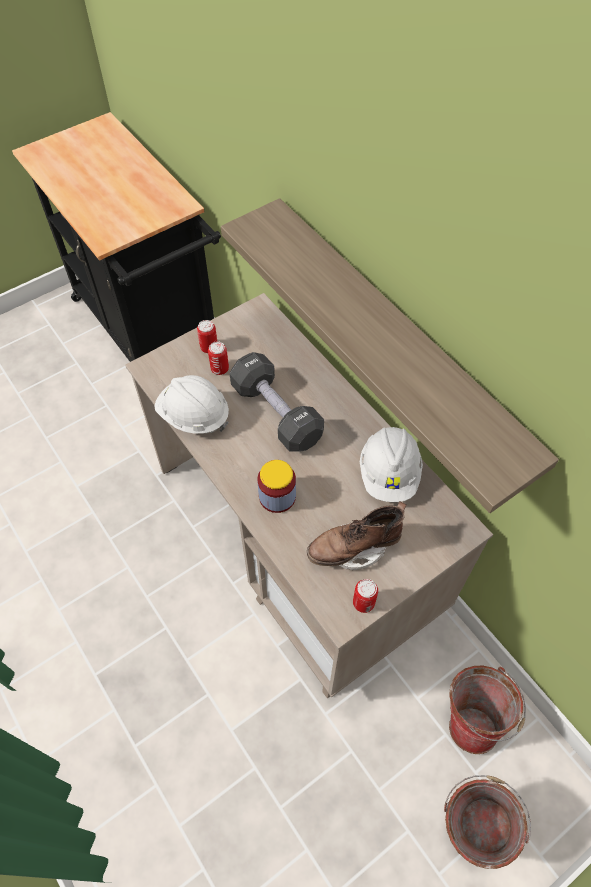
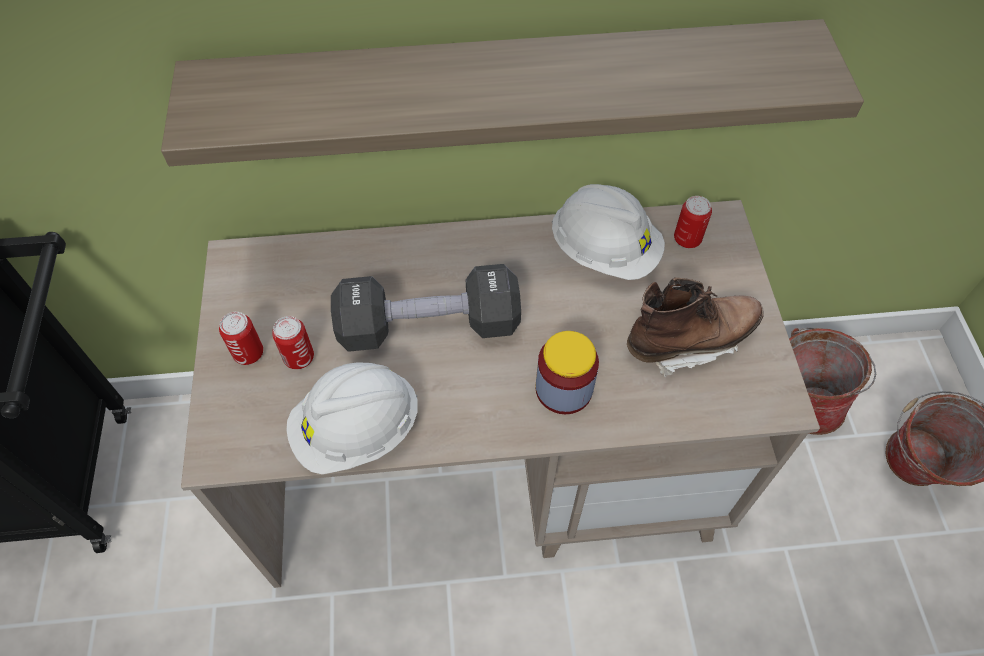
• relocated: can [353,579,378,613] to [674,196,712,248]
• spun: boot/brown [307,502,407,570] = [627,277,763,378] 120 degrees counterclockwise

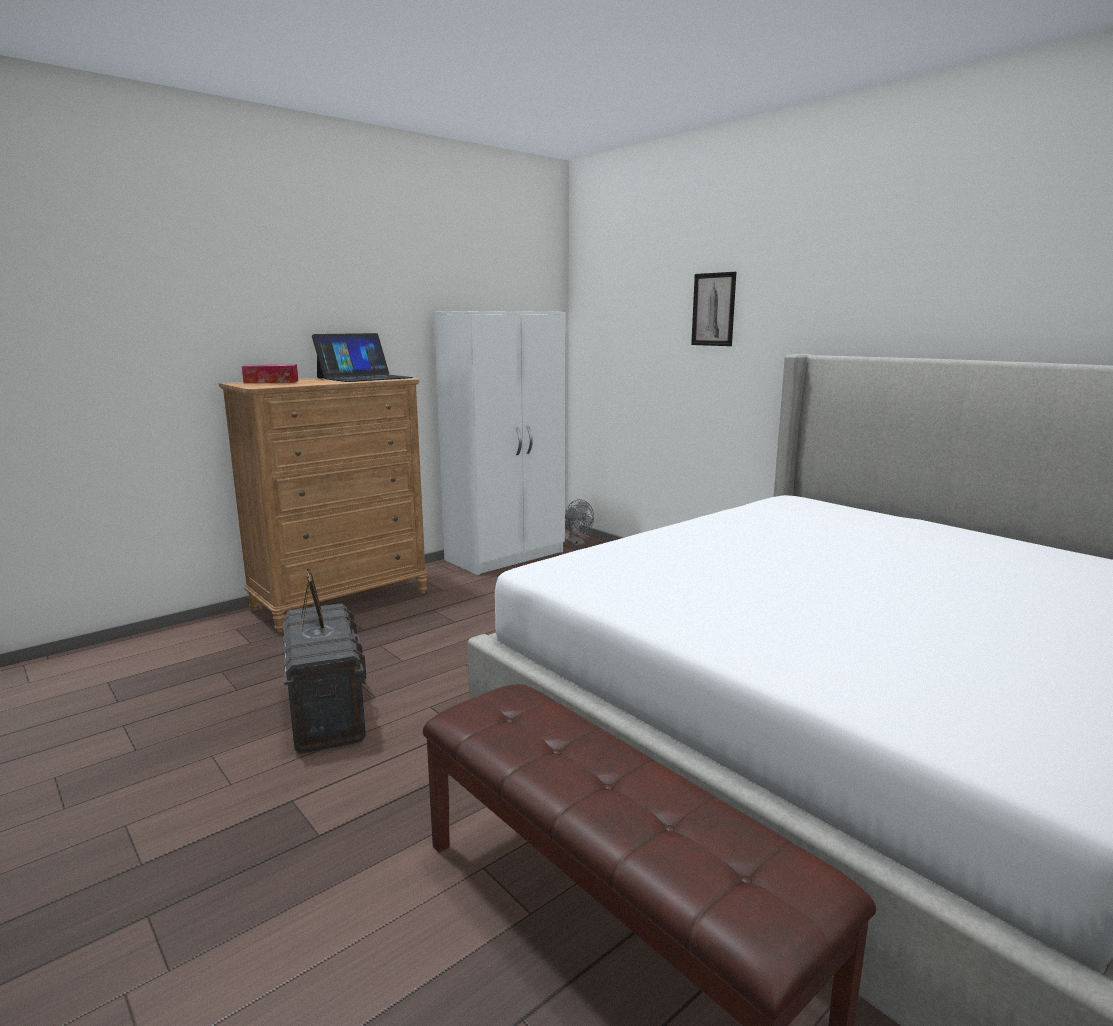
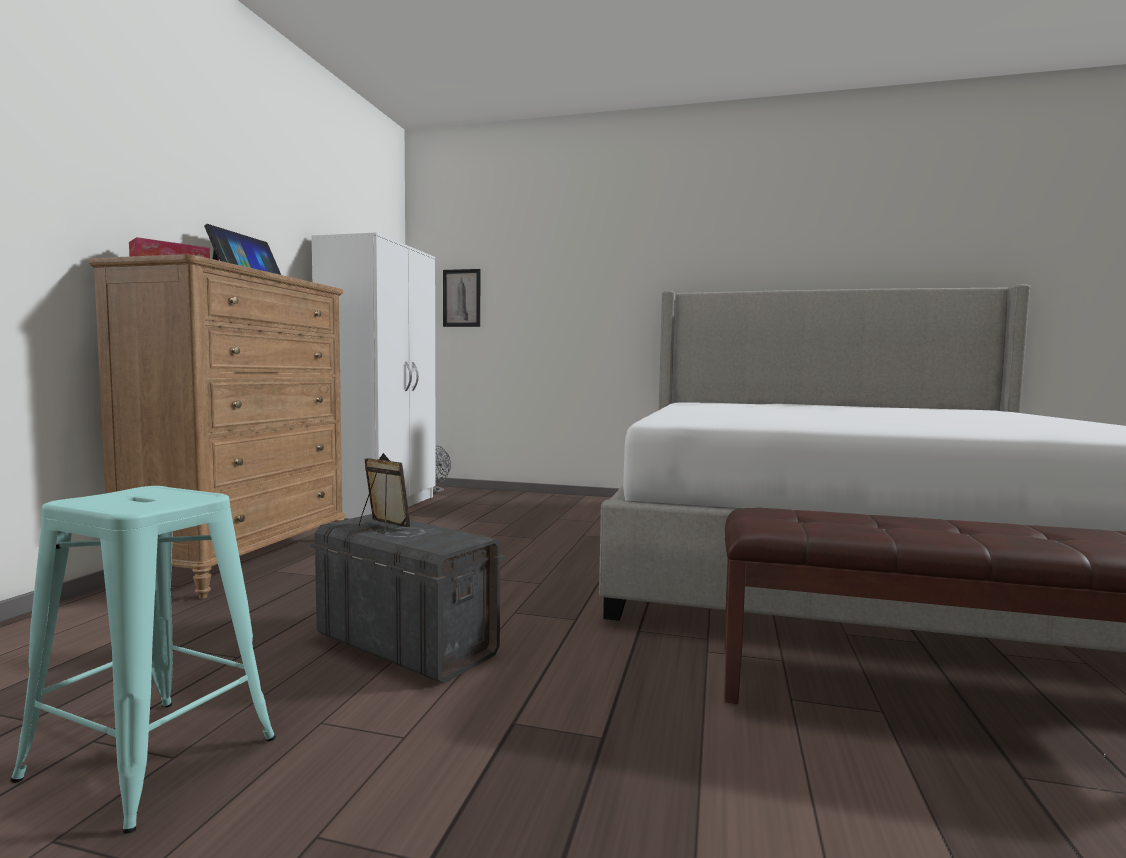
• appeared: stool/turquoise [10,486,276,834]
• relocated: picture [691,272,736,346] to [443,269,480,327]

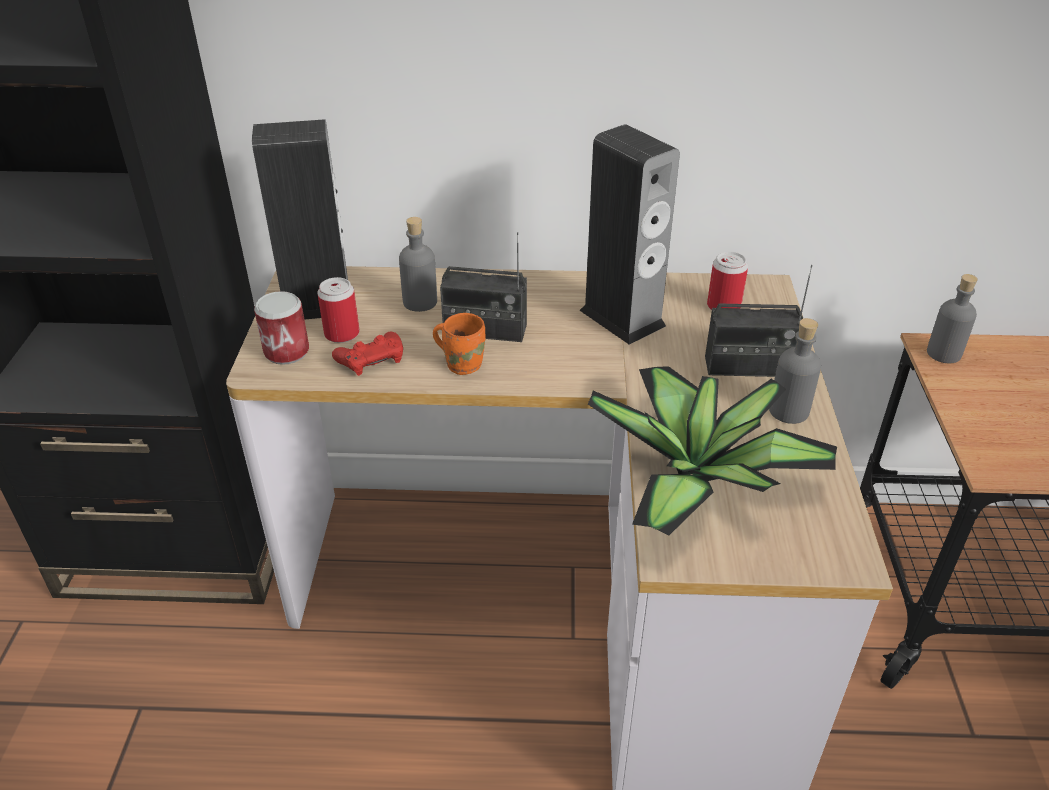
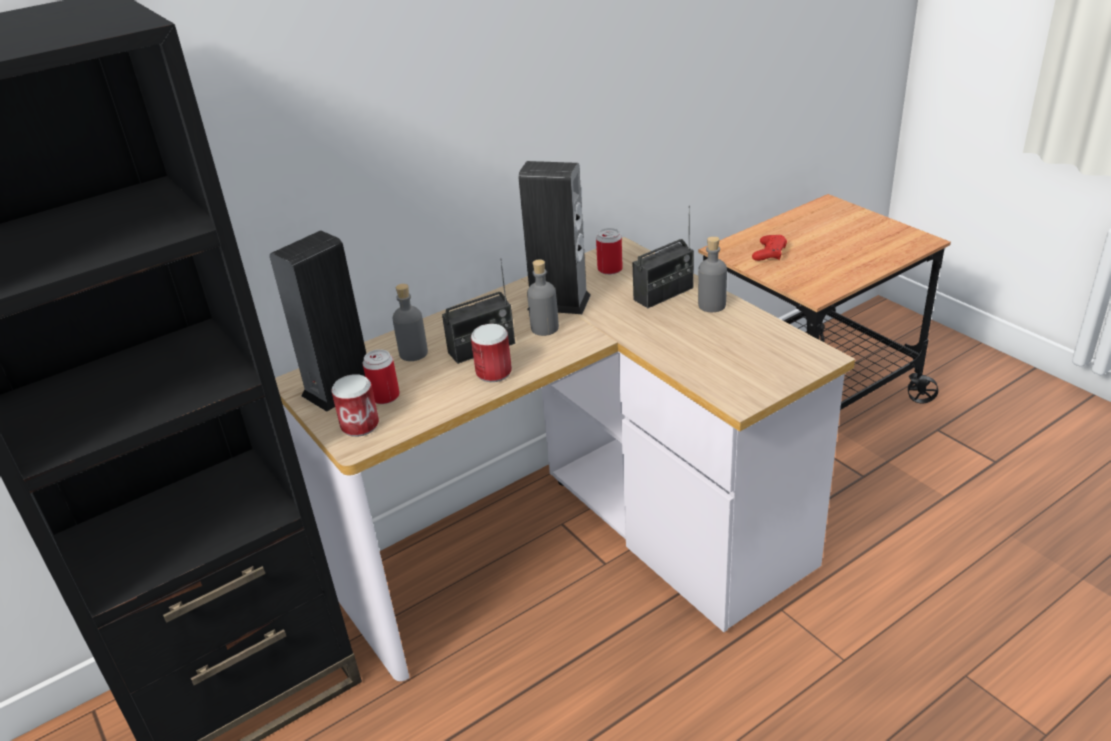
• missing: potted plant [588,366,837,535]
• relocated: game controller/red [332,331,403,376] to [752,235,787,261]
• relocated: bottle/grey [927,274,978,363] to [527,259,559,336]
• exchanged: mug/orange [433,313,485,375] to can [471,324,512,382]

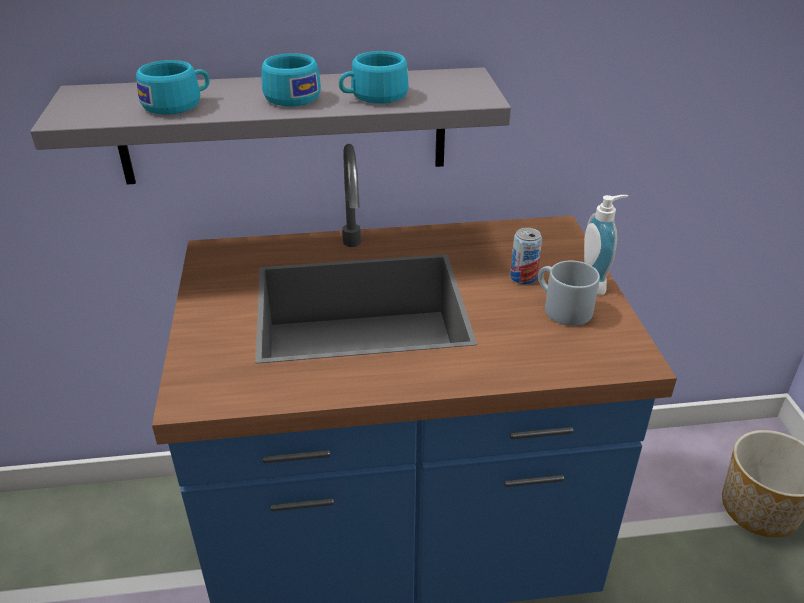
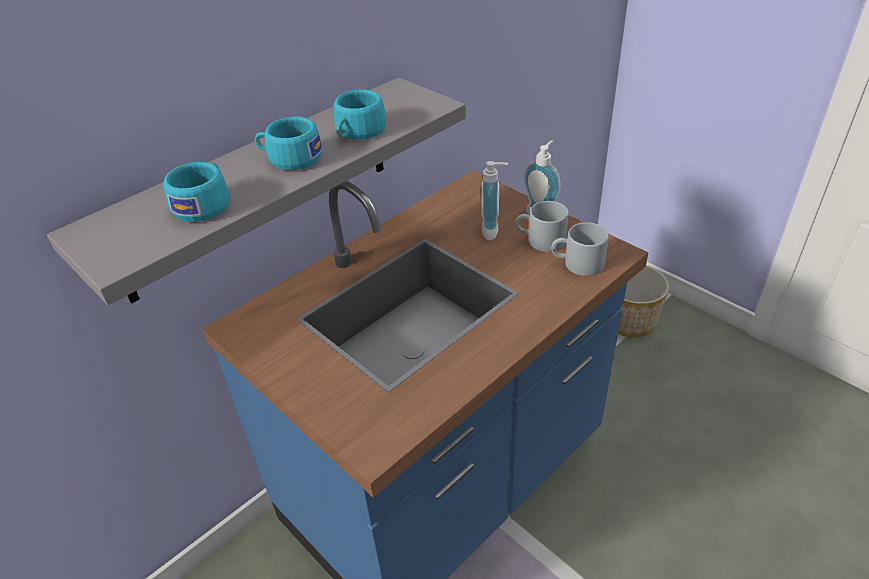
• appeared: mug/grey [551,222,609,276]
• exchanged: can [510,227,542,284] to soap dispenser [481,161,508,240]

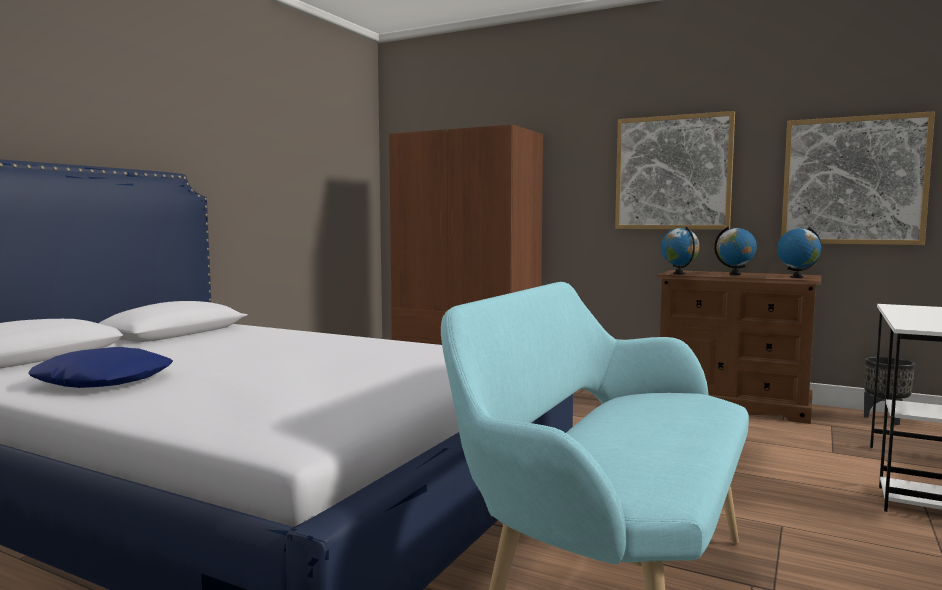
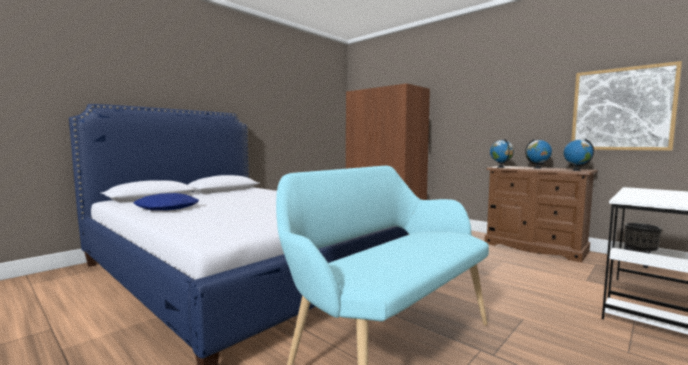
• missing: picture [615,111,735,230]

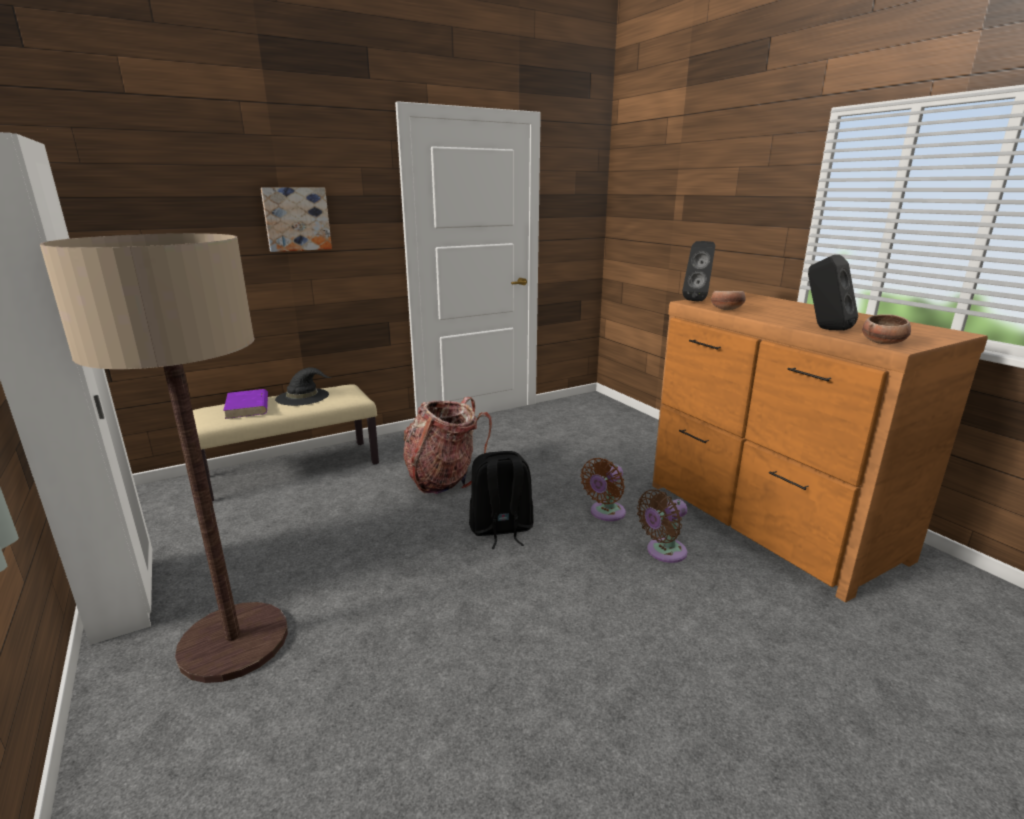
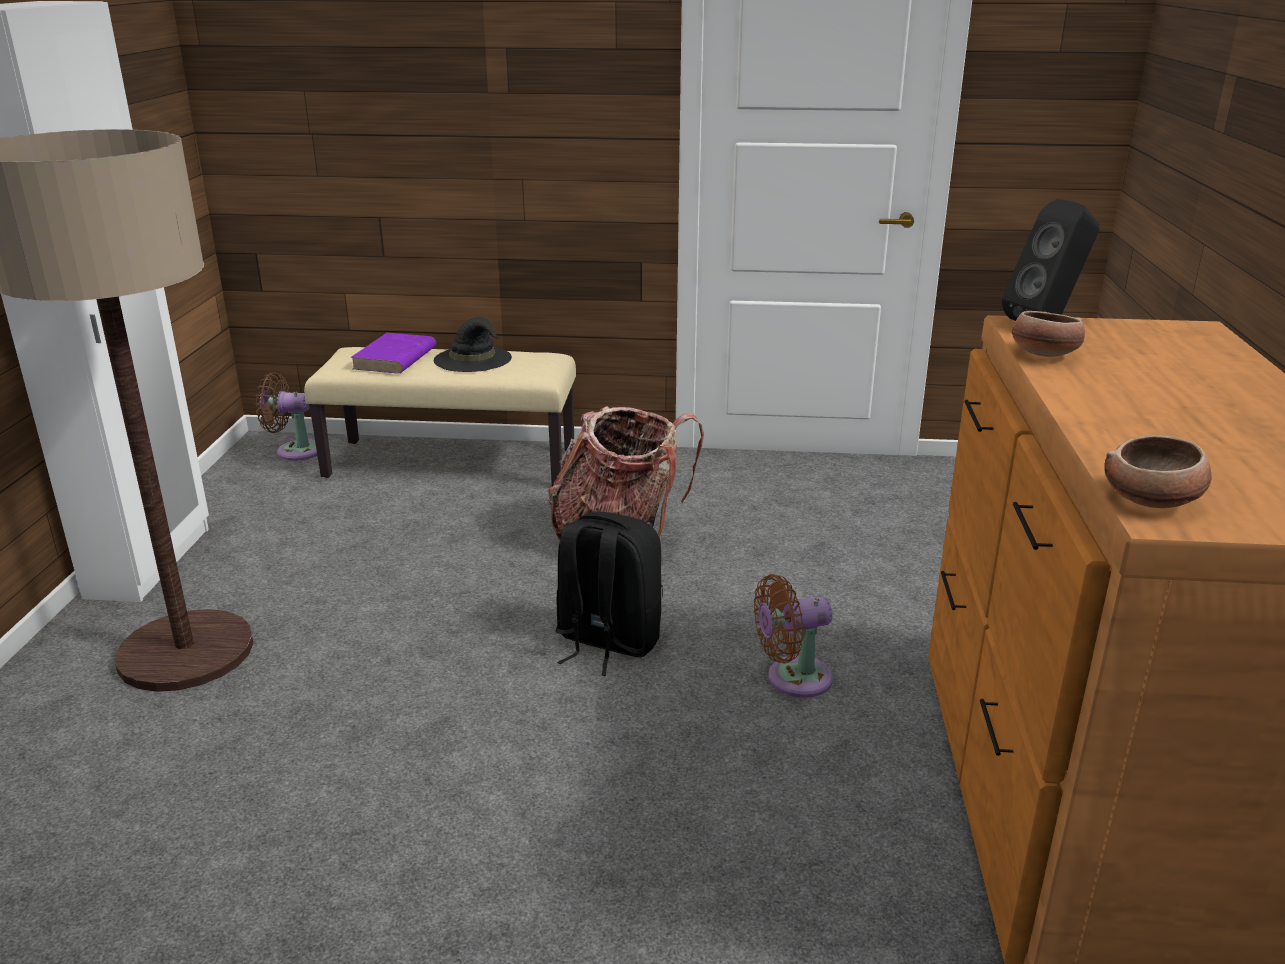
• missing: picture [261,187,332,252]
• missing: speaker/black [808,255,858,330]
• relocated: fan/brown [637,489,687,563] to [255,372,317,461]

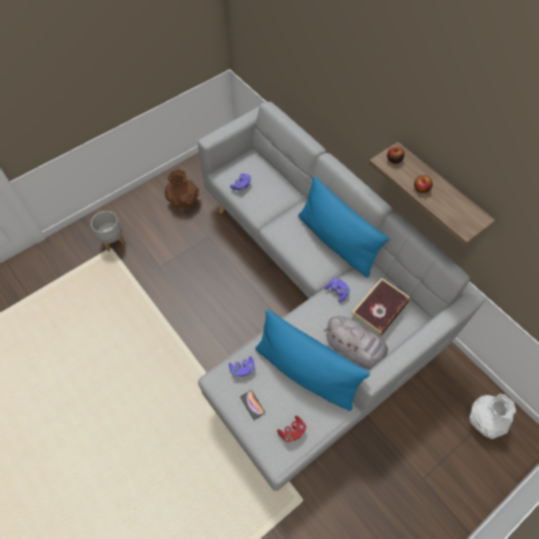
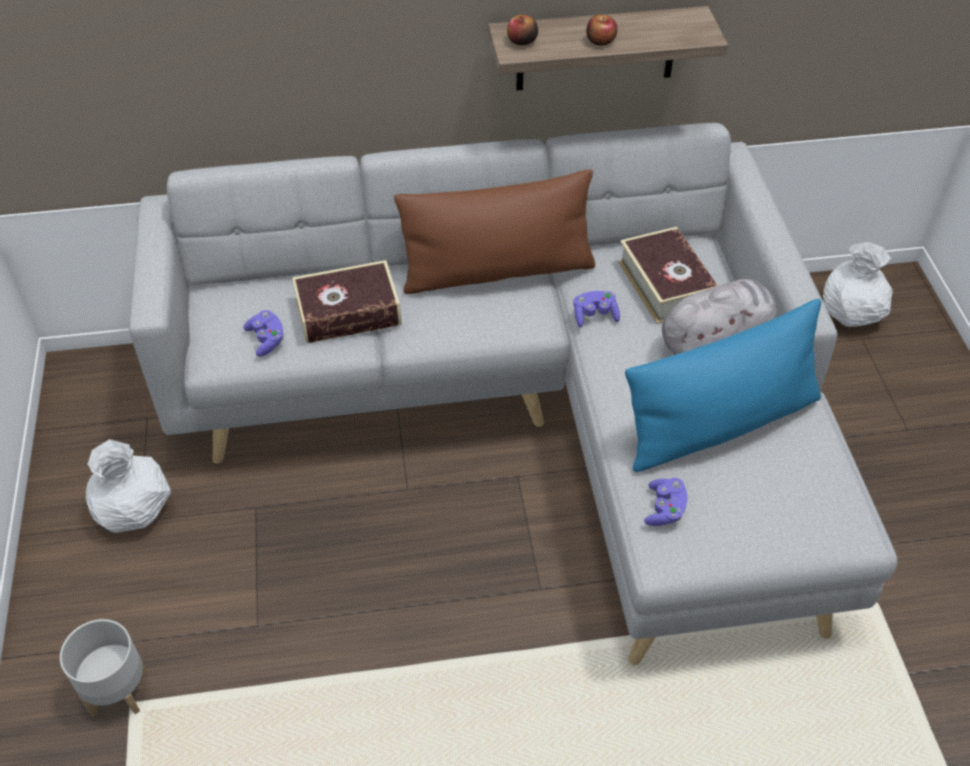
• missing: phone [241,390,265,420]
• missing: game controller/red [277,416,306,443]
• appeared: book [292,260,402,344]
• colour: vase/brown [165,169,199,209] to vase/white [86,439,171,533]
• colour: pillow/blue [298,176,390,278] to pillow/brown [394,169,595,294]

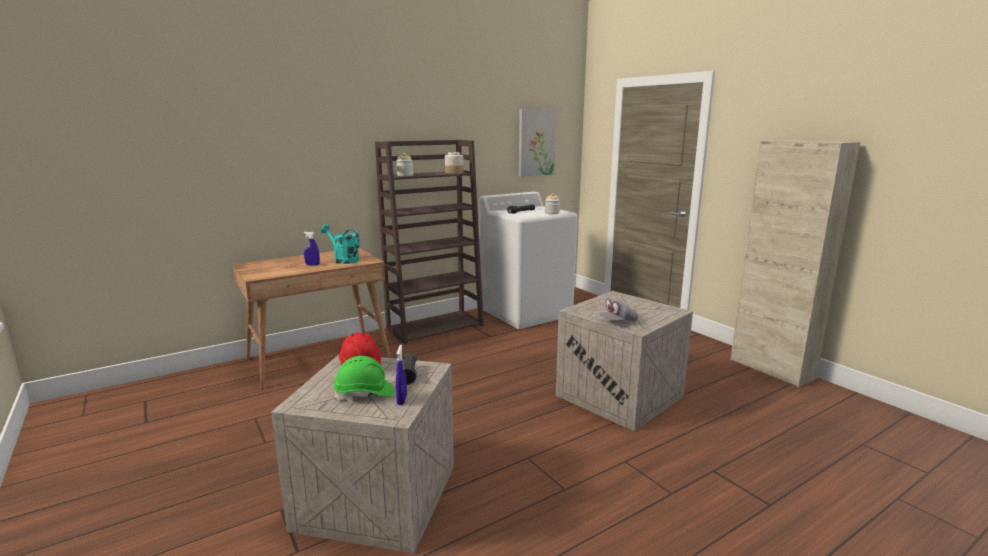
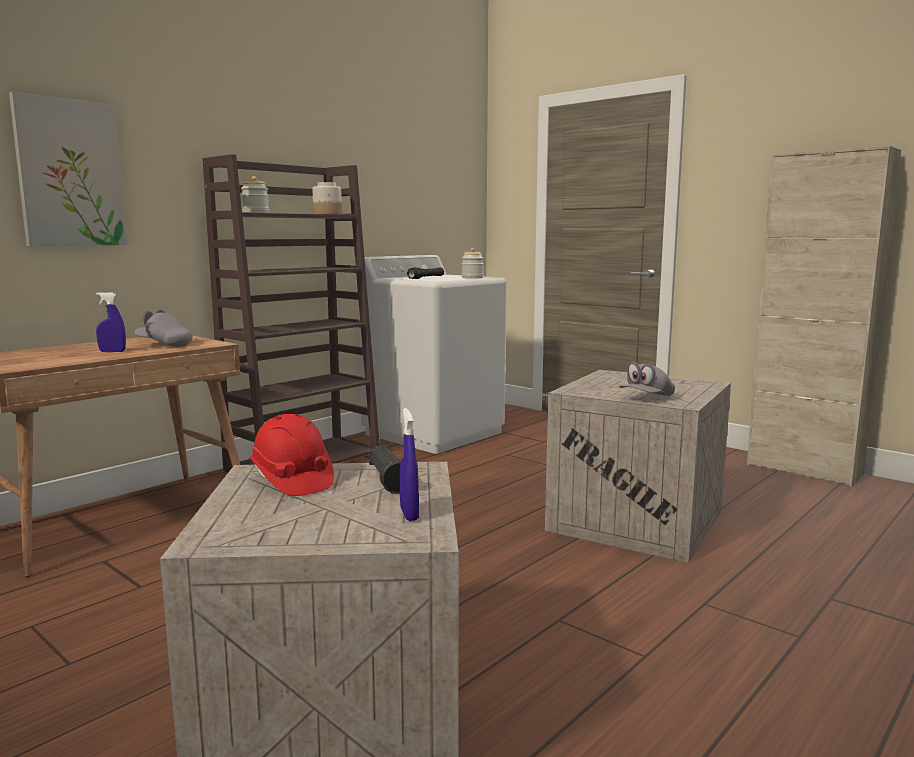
• missing: hard hat/green [334,356,394,400]
• relocated: picture [519,110,556,177] to [9,92,127,246]
• exchanged: watering can/turquoise [321,224,360,264] to cap/grey [135,310,193,347]

